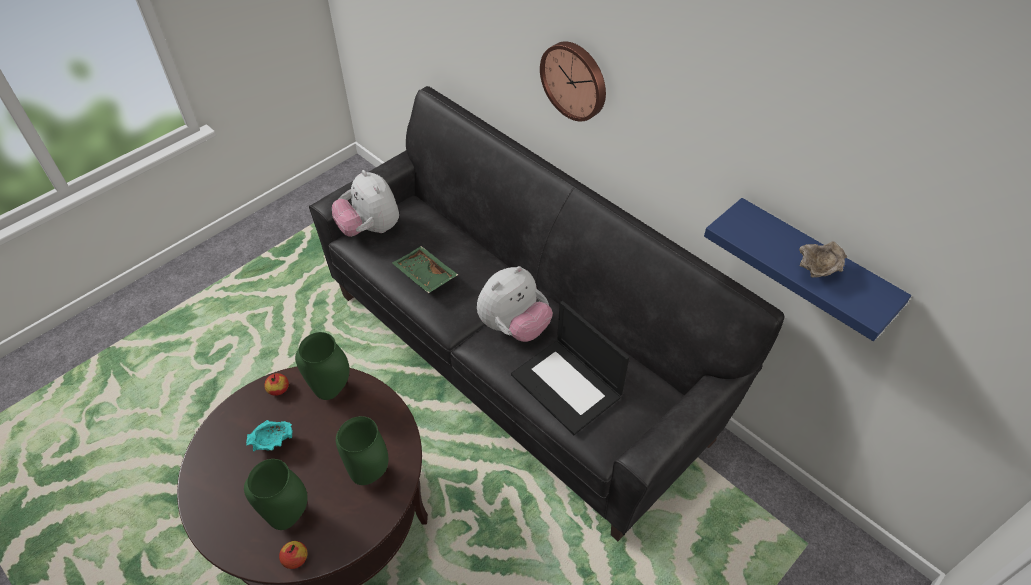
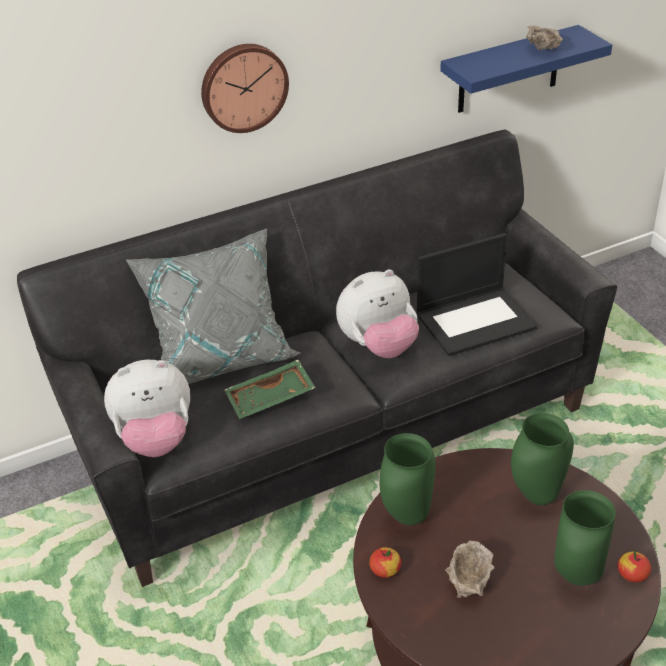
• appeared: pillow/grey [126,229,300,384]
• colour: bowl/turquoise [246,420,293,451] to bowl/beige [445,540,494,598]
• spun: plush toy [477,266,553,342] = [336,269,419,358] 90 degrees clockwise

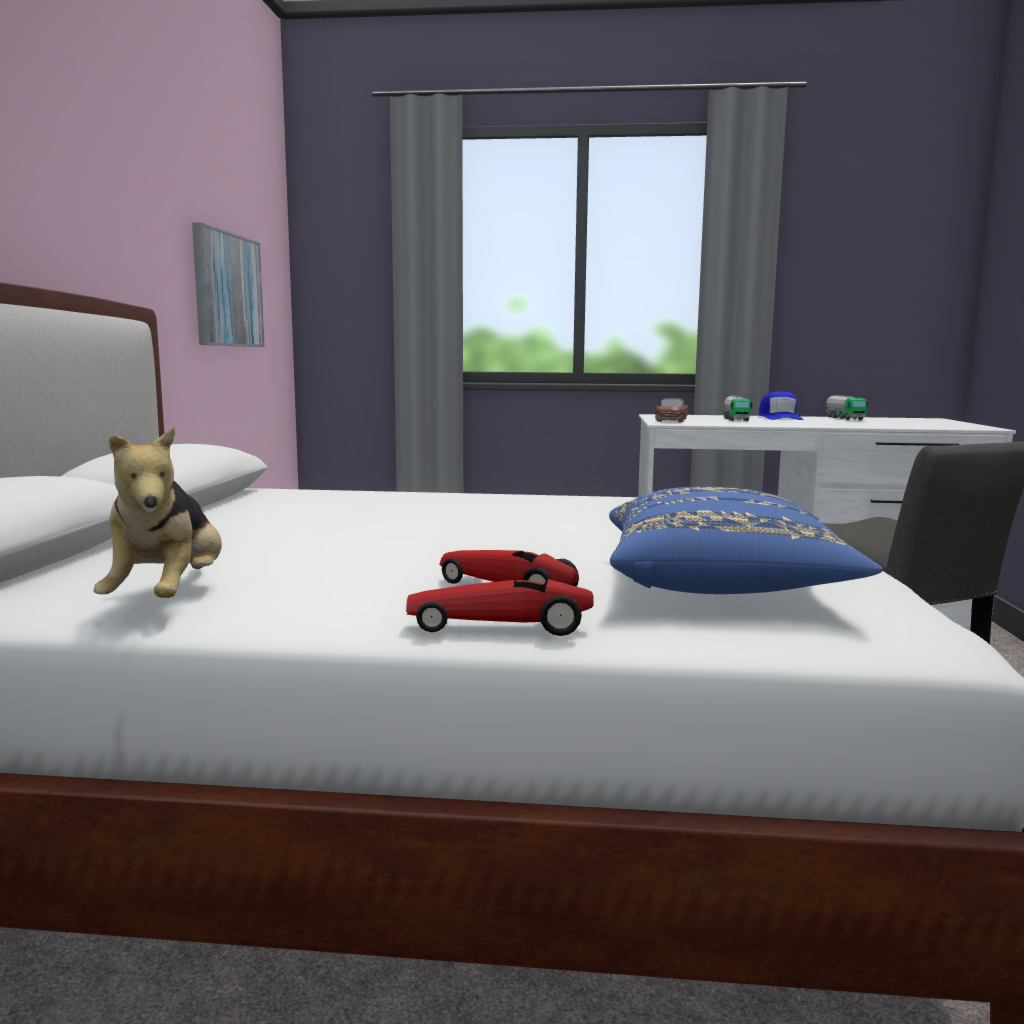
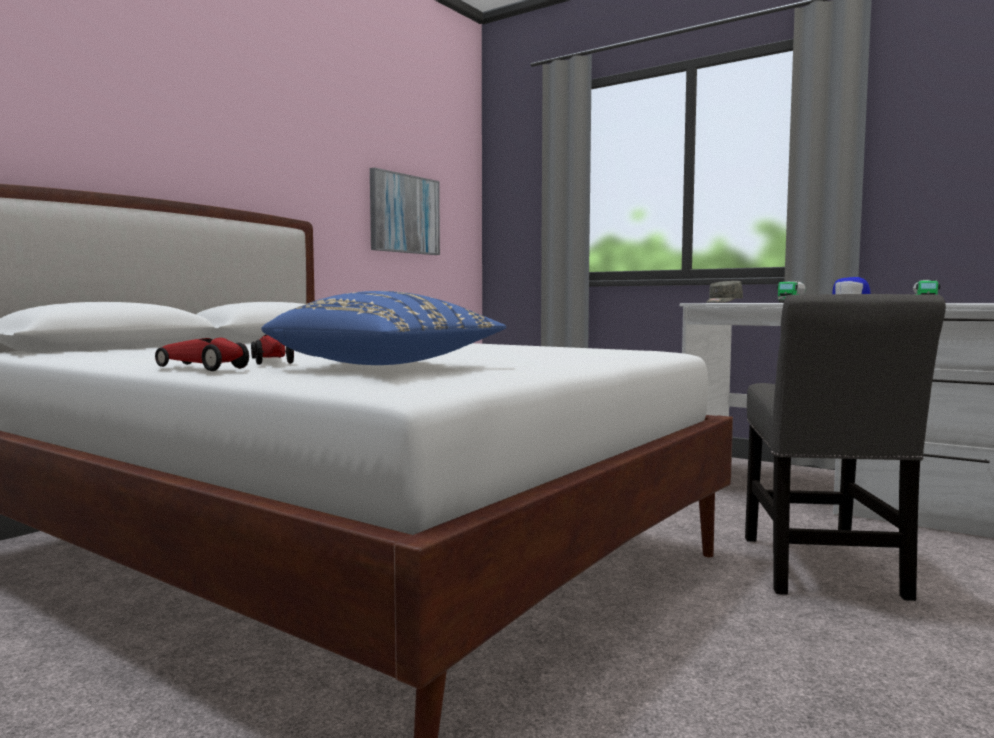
• missing: plush toy [94,427,222,598]
• exchanged: toy car [655,398,688,422] to cap/grey [706,281,743,303]

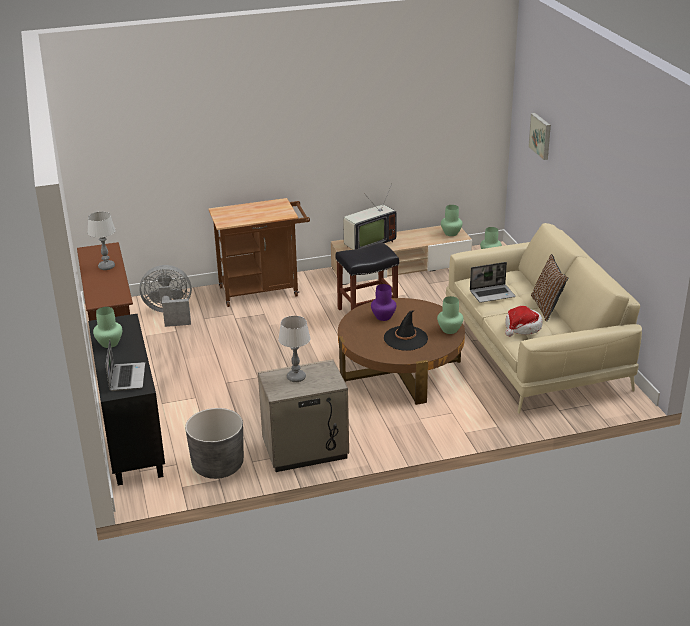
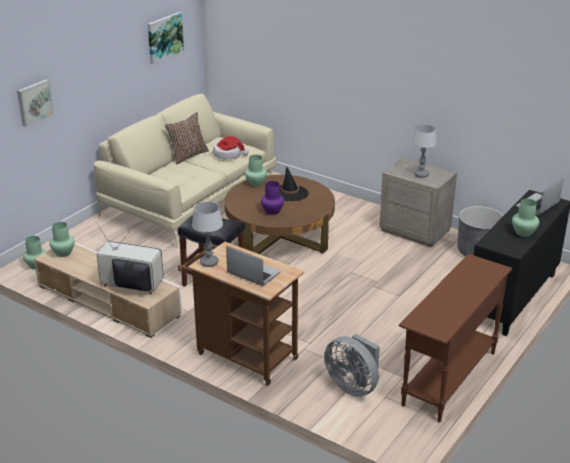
• appeared: picture [148,12,184,64]
• relocated: table lamp [88,212,116,270] to [192,202,223,267]
• relocated: laptop [470,262,516,303] to [226,246,281,286]

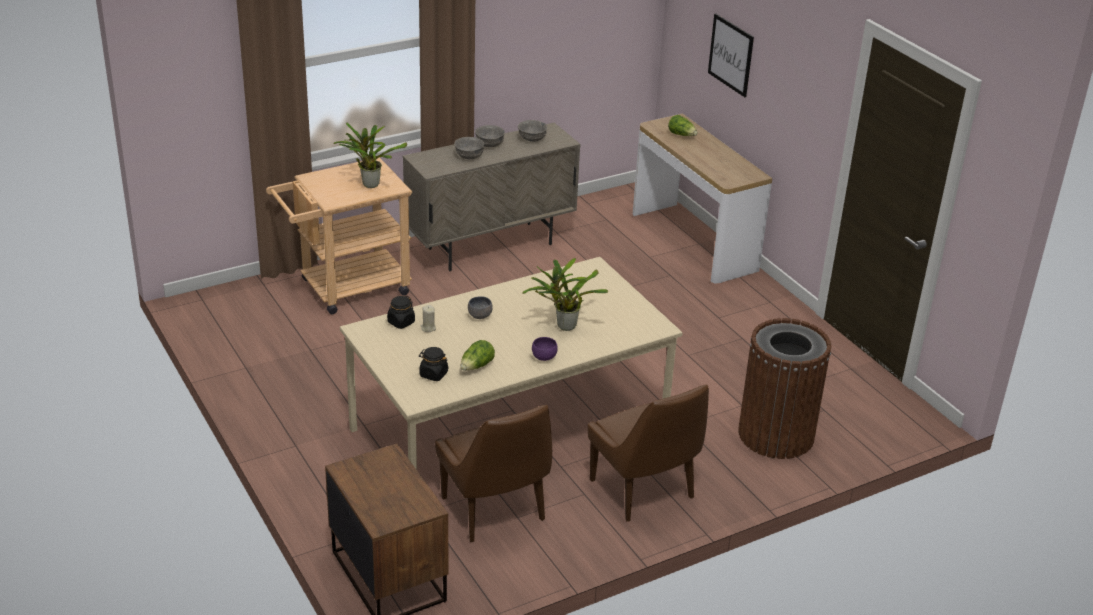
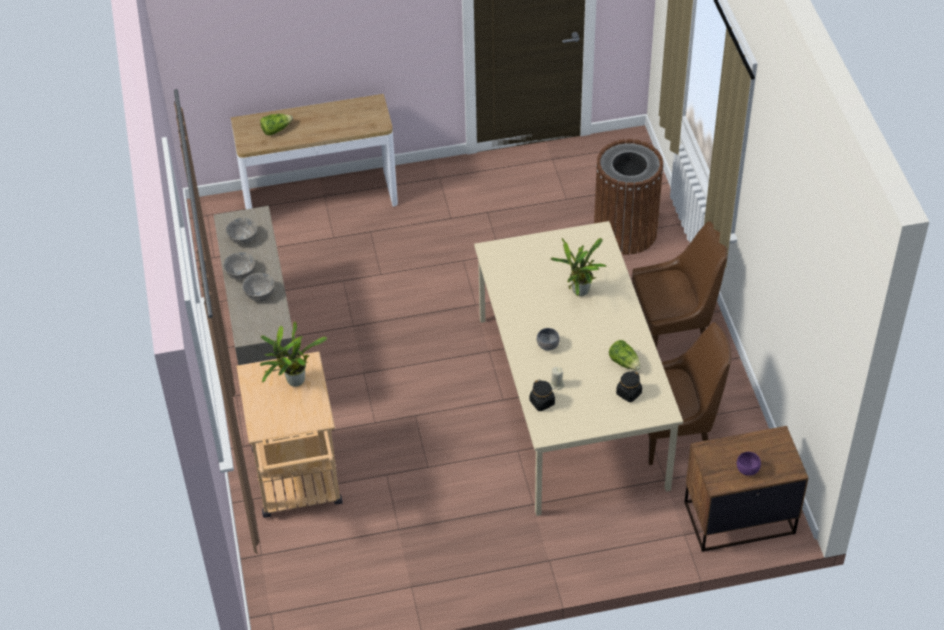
• missing: picture [708,13,754,97]
• relocated: bowl/purple [532,337,558,361] to [737,452,761,476]

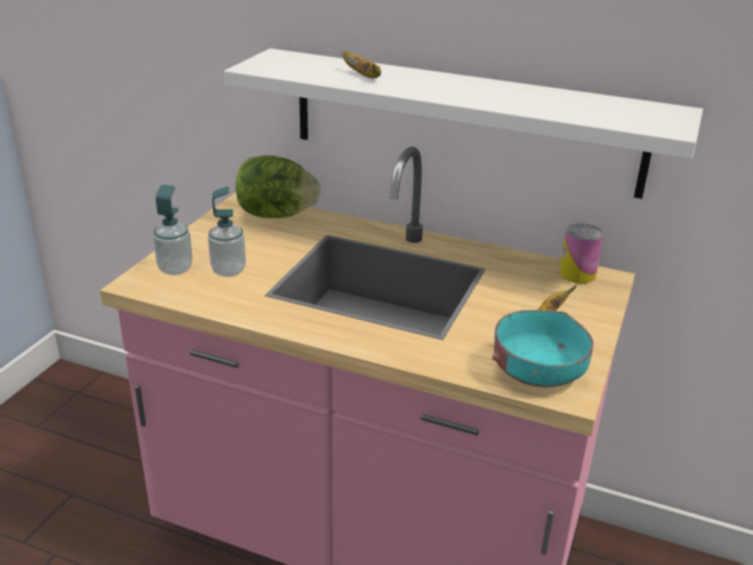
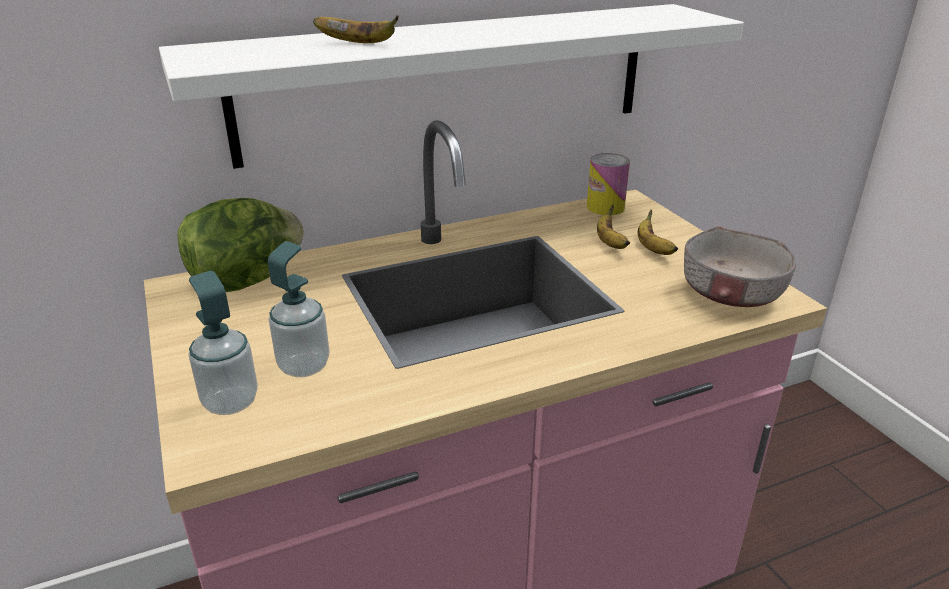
• appeared: banana [597,204,630,249]
• colour: bowl/turquoise [492,310,594,387] to bowl/grey [684,226,796,307]

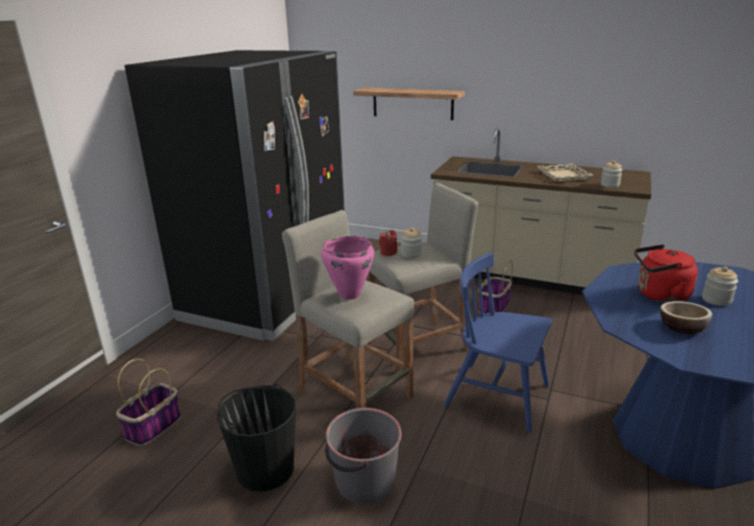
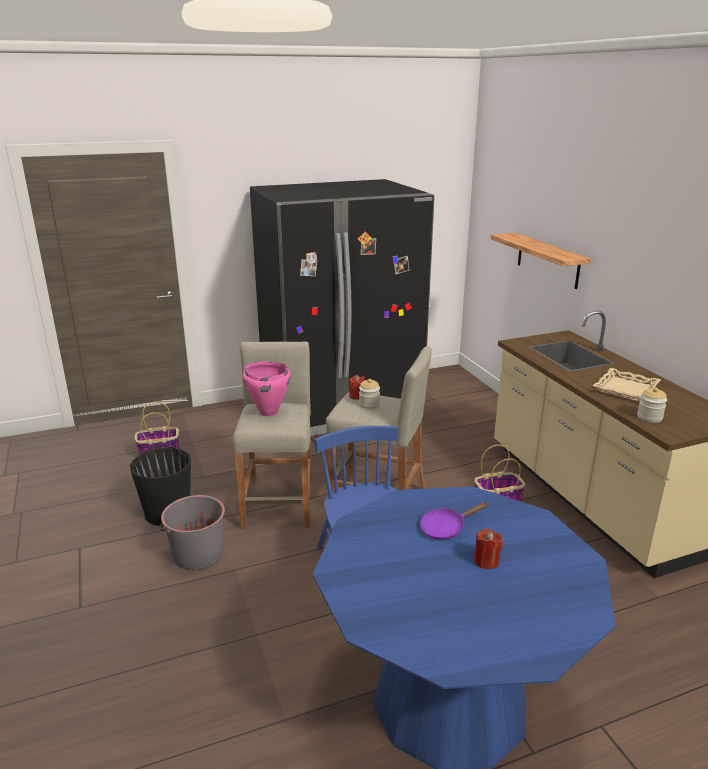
• missing: bowl [660,301,712,334]
• exchanged: kettle/red [634,244,698,303] to frying pan/purple [420,502,488,540]
• exchanged: jar [702,266,738,306] to candle/red [474,528,503,569]

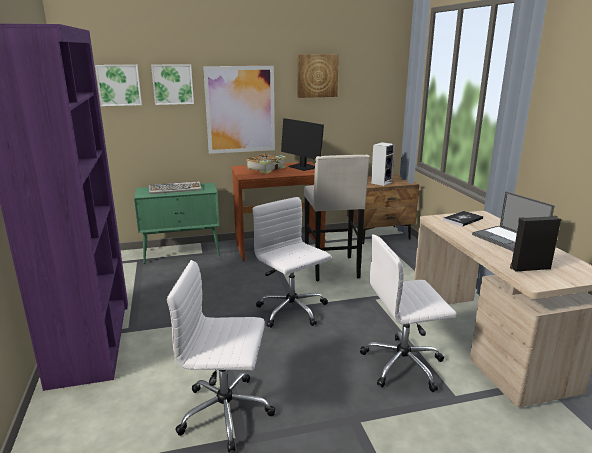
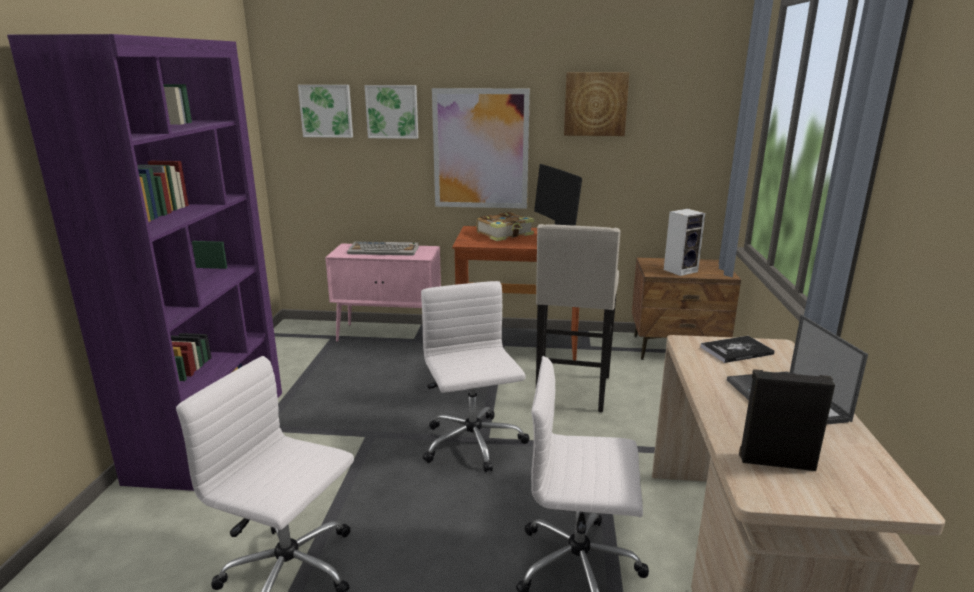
• colour: cabinet/green [134,183,220,263] to cabinet/pink [325,243,441,342]

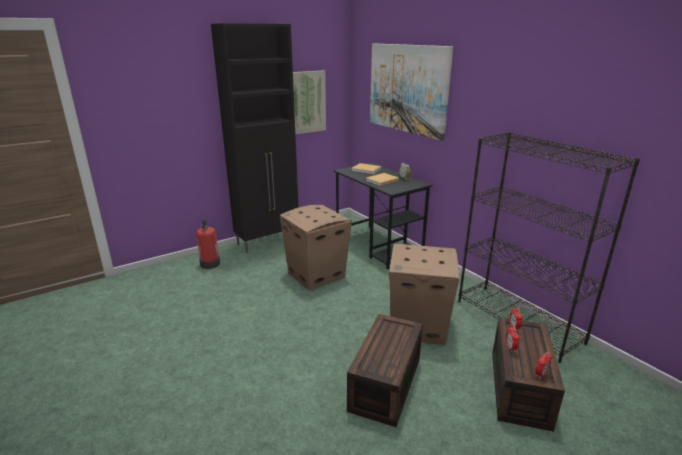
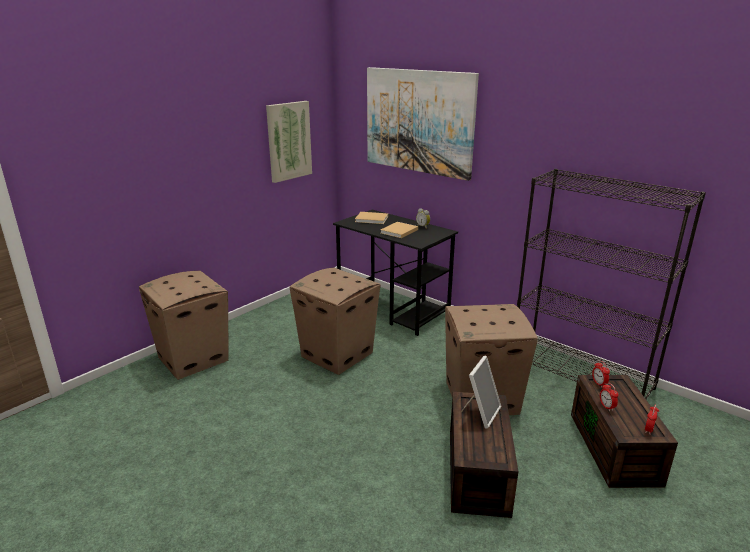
• missing: cabinet/black [211,23,299,253]
• appeared: picture frame [461,356,501,428]
• exchanged: fire extinguisher [196,220,220,269] to cardboard box [139,271,229,380]

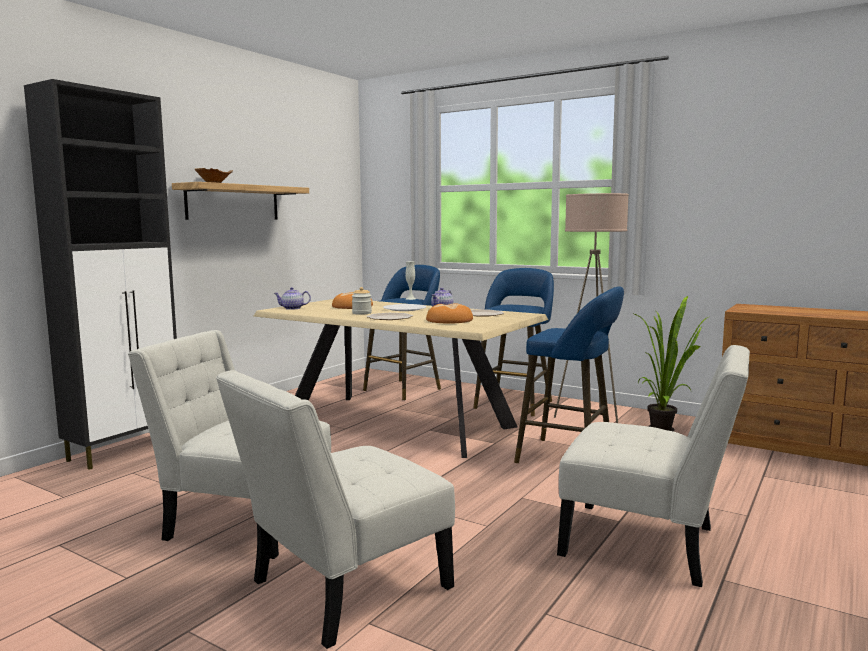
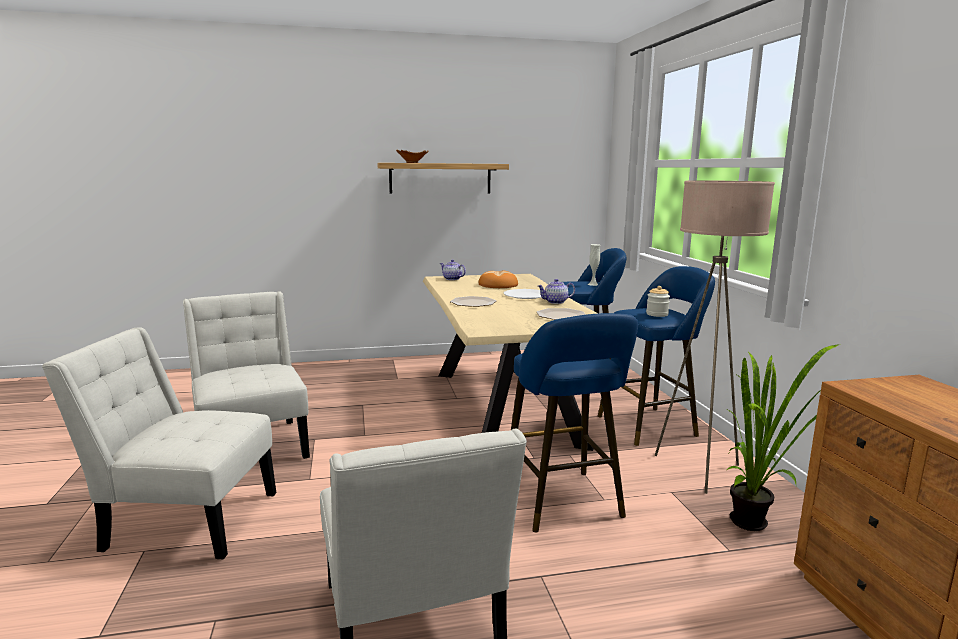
• missing: cabinet/black [24,79,177,470]
• missing: bread [426,303,473,324]
• relocated: jar [352,287,372,315] to [646,286,670,317]

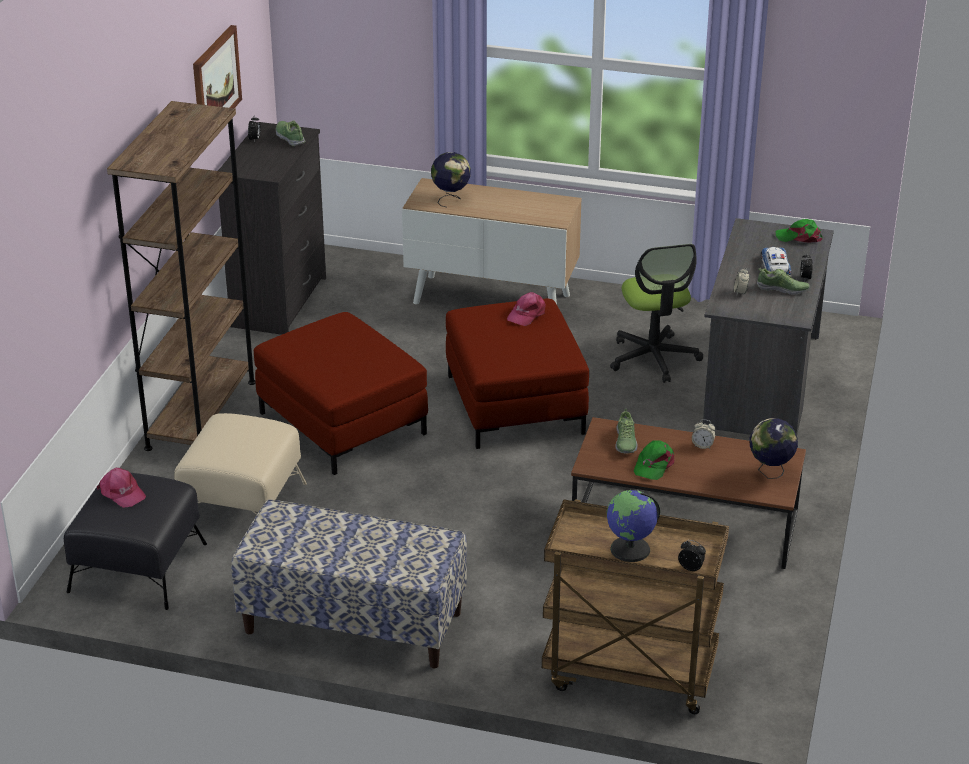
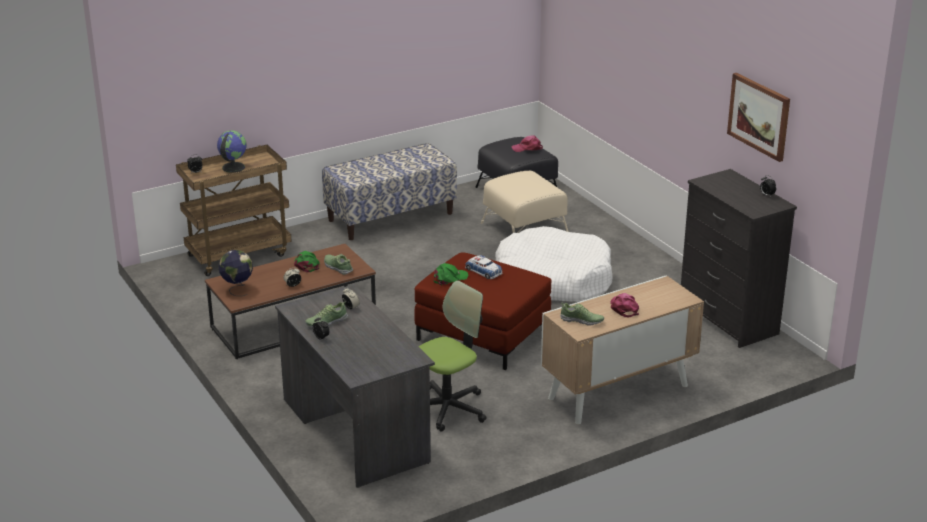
• missing: bookcase/brown [107,101,256,451]
• missing: globe [431,152,471,207]
• relocated: shoe [276,120,306,146] to [560,302,604,325]
• relocated: cap/pink [507,292,546,326] to [610,293,639,317]
• relocated: toy car [761,247,791,276] to [465,255,502,279]
• relocated: cap/green [776,219,823,242] to [433,263,469,286]
• exchanged: ottoman/red [254,312,428,475] to dog bed/white [495,226,613,302]
• spun: office chair [610,244,703,383] = [418,280,487,432] 105 degrees clockwise

